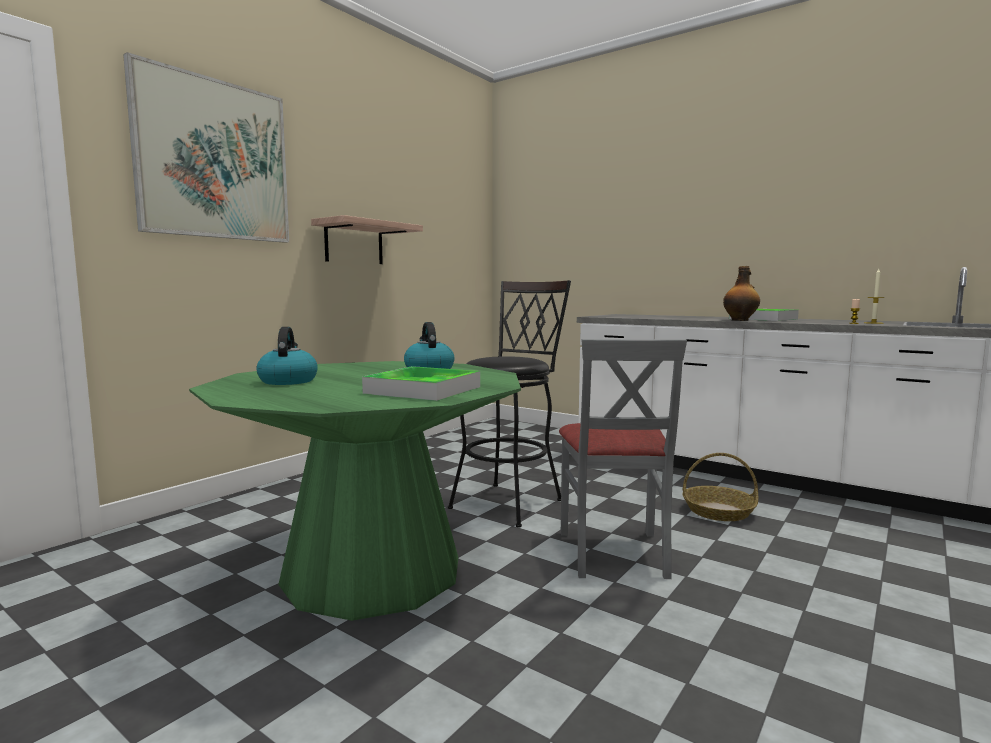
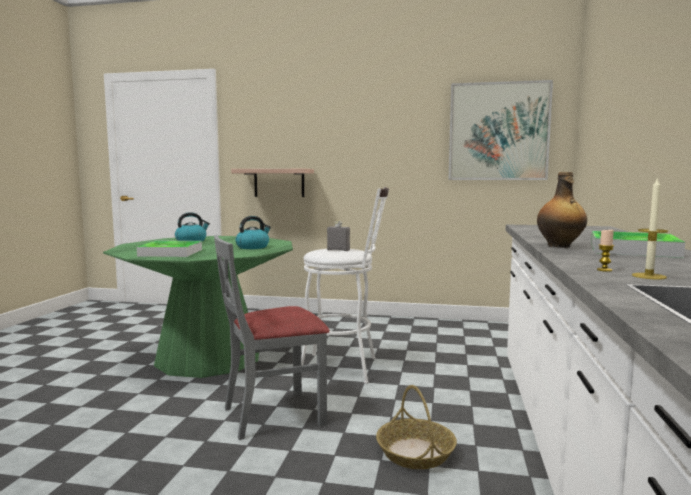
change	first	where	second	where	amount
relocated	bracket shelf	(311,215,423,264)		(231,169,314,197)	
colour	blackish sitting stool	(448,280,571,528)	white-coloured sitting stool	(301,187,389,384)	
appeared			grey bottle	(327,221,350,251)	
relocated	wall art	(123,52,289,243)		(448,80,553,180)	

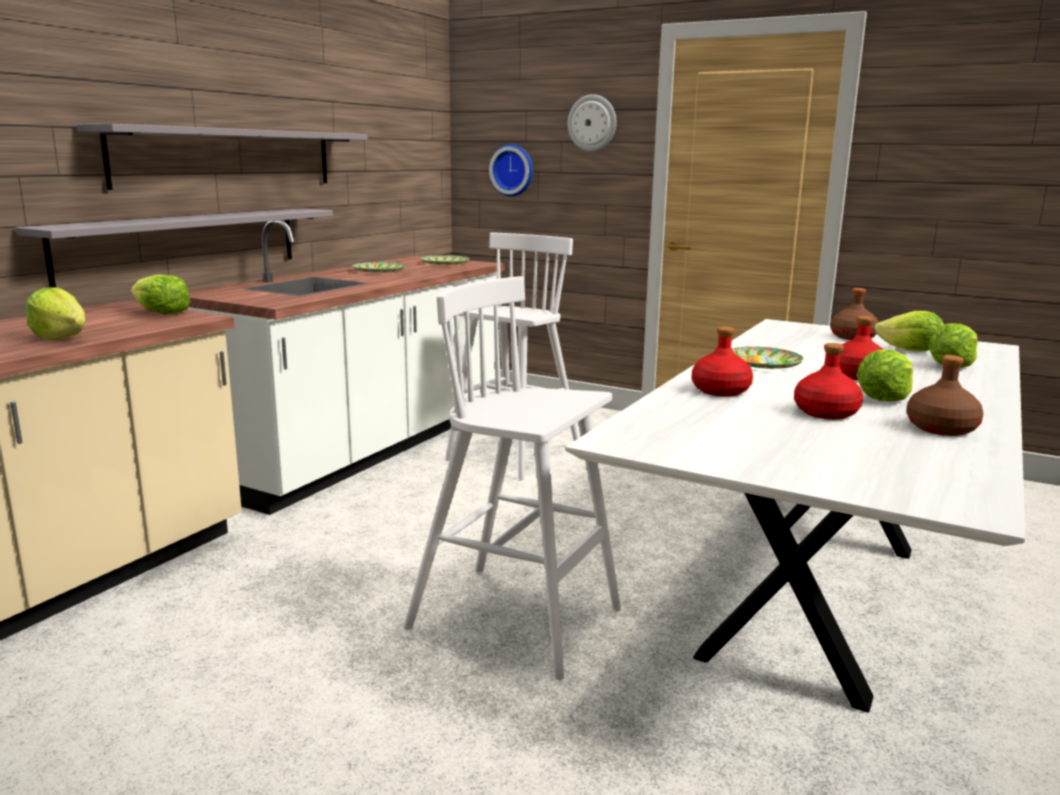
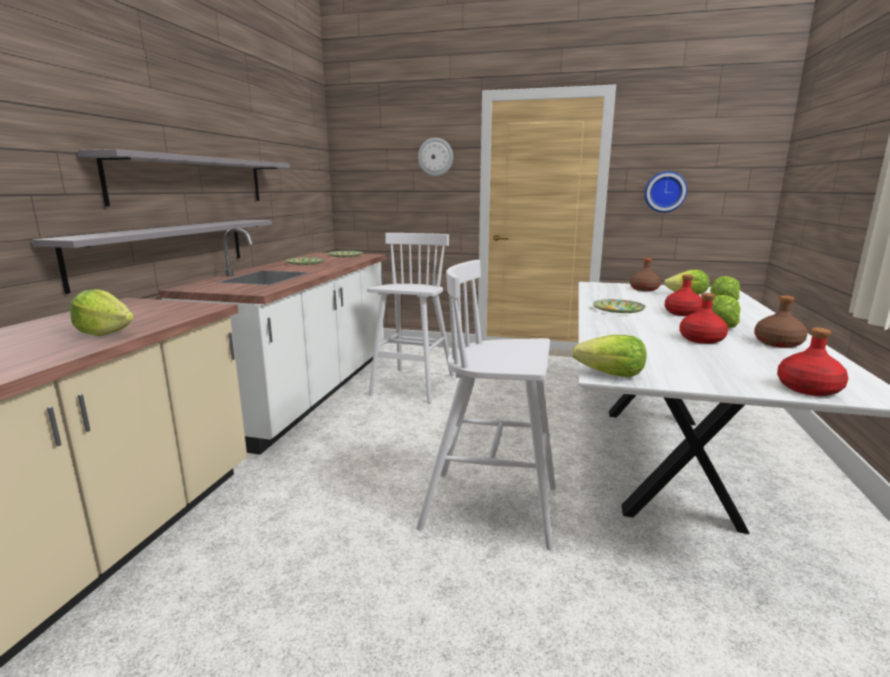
change	first	where	second	where	amount
relocated	head of lettuce	(131,274,191,315)		(572,335,646,377)	
relocated	clock on the wall	(489,144,533,197)		(644,171,687,213)	
relocated	reddish bottle	(692,326,753,397)		(777,328,849,396)	

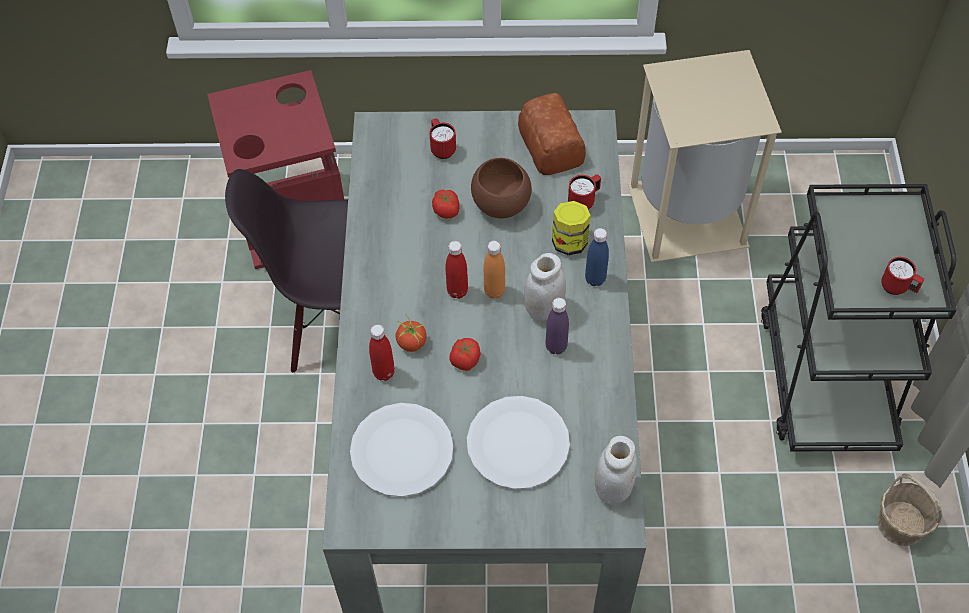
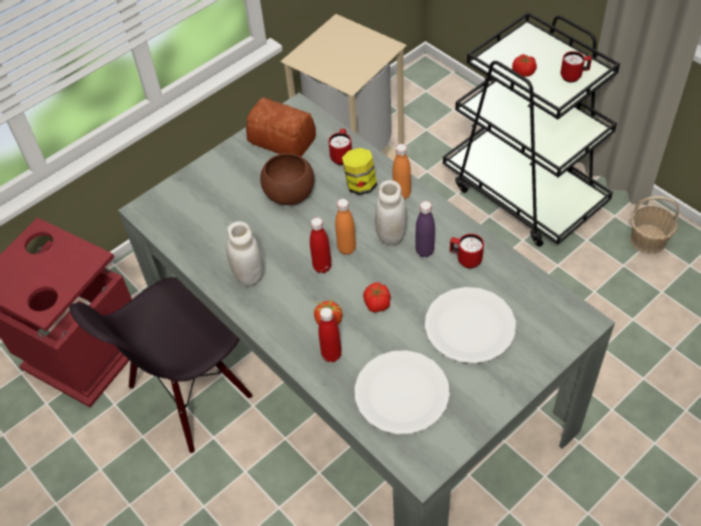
change	first	where	second	where	amount
relocated	white-coloured preserve jar	(594,436,637,505)		(226,221,264,286)	
colour	bluish bottle	(585,228,609,286)	orangey bottle	(393,144,411,200)	
relocated	reddish tea mug	(429,118,456,159)		(450,234,484,269)	
relocated	whole tomato	(432,190,460,218)		(512,54,537,77)	

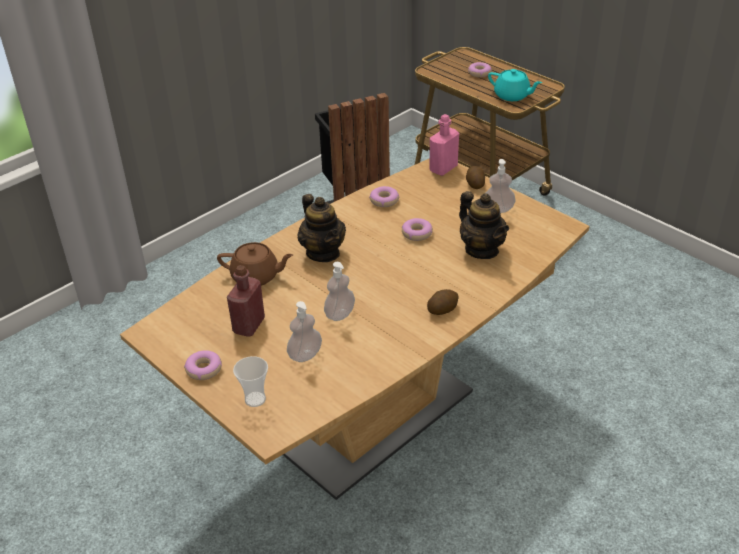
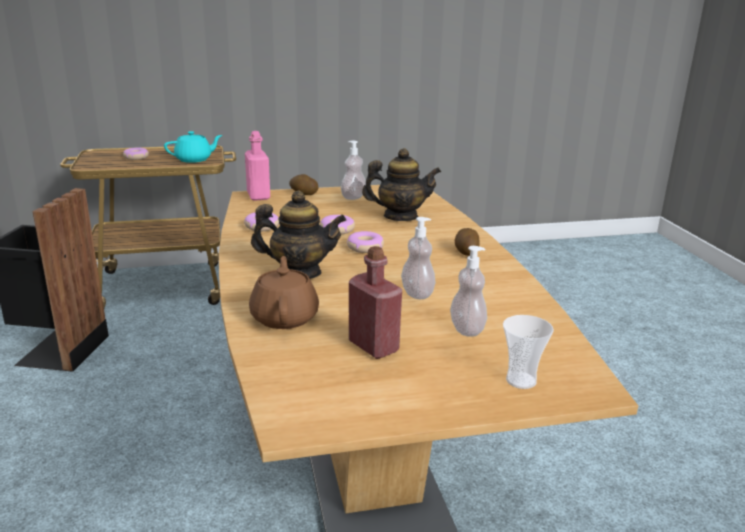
change	first	where	second	where	amount
spun	brown teapot	(217,242,293,286)		(249,256,319,329)	45 degrees counterclockwise
relocated	ring doughnut	(184,350,222,380)		(347,231,384,253)	

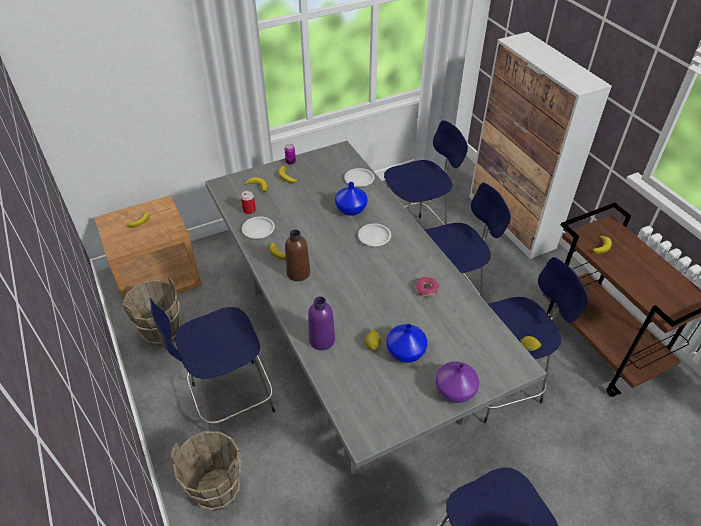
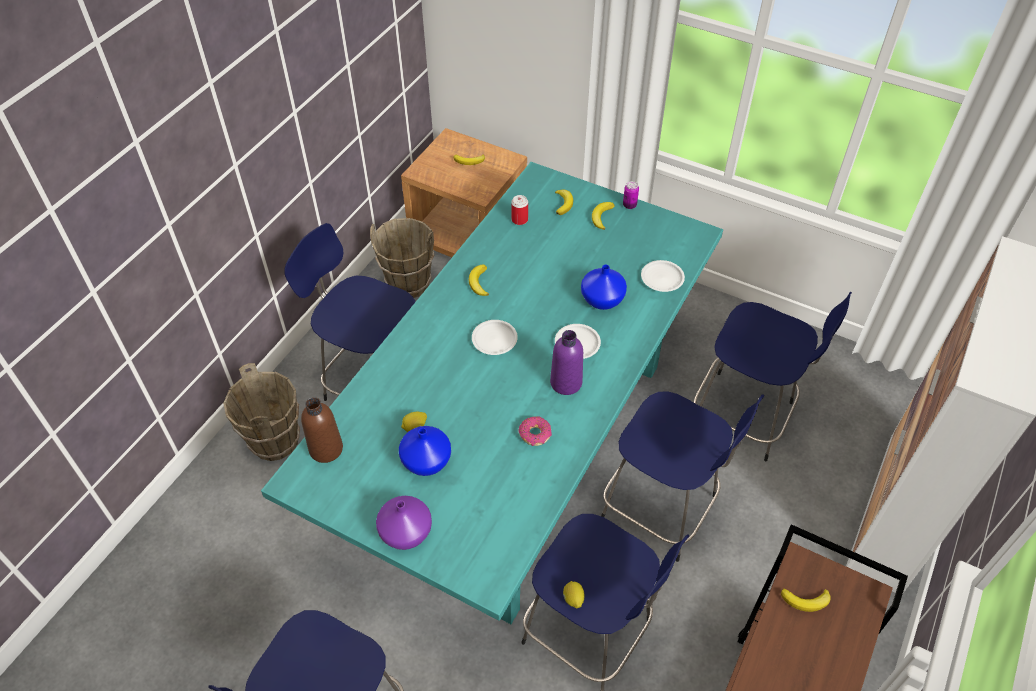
change	first	where	second	where	amount
colour	grey dining table	(205,141,547,478)	turquoise-coloured dining table	(261,162,723,624)	
relocated	brown bottle	(285,229,310,281)		(301,397,343,463)	
relocated	white-coloured plate	(242,216,275,239)		(472,320,518,355)	
relocated	purple bottle	(308,296,335,350)		(550,330,583,395)	

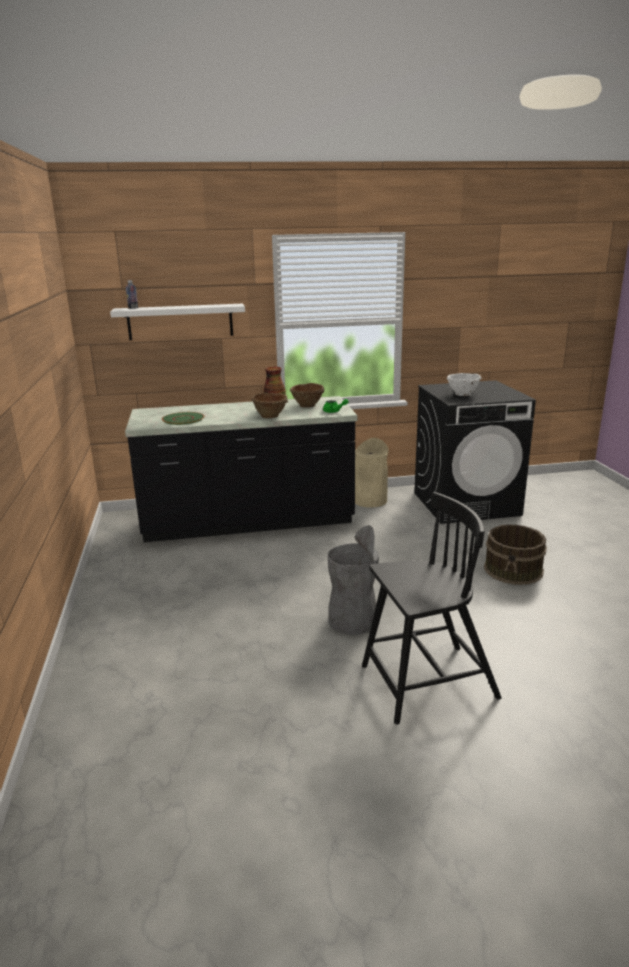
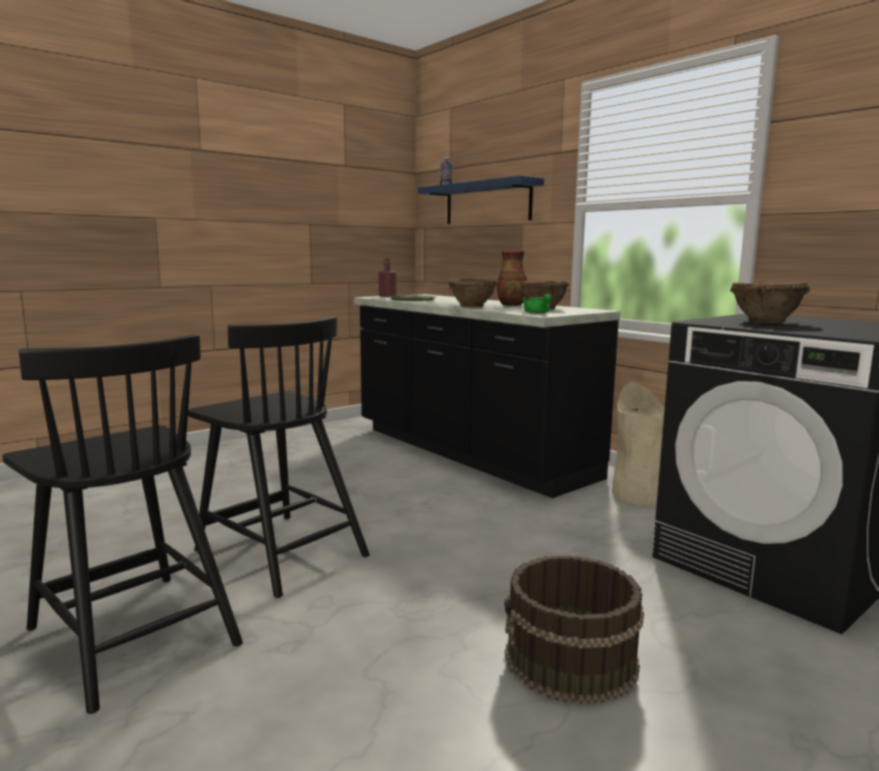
change	first	where	second	where	amount
exchanged	grey rubbish bin	(327,525,379,635)	blackish chair	(188,316,369,598)	
appeared			reddish bottle	(379,258,396,297)	
colour	white-coloured bracket shelf	(110,304,245,340)	bluish bracket shelf	(418,176,544,224)	
colour	white-coloured bowl	(447,373,482,396)	brown bowl	(730,282,810,323)	

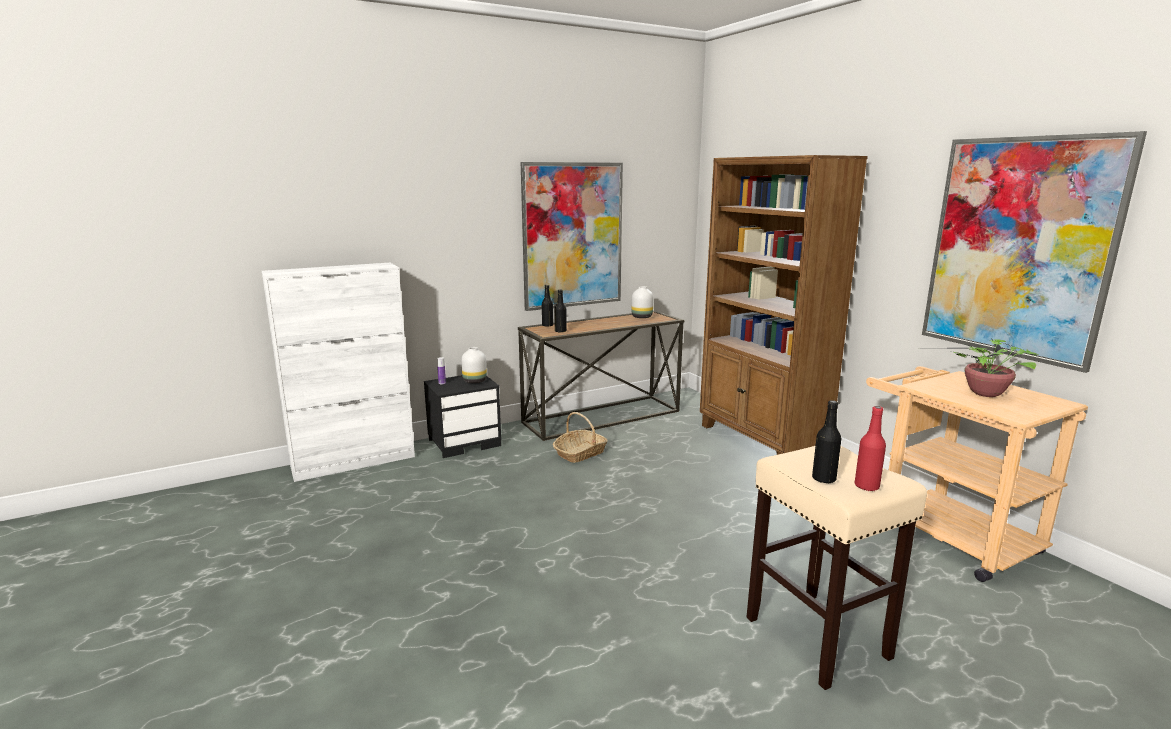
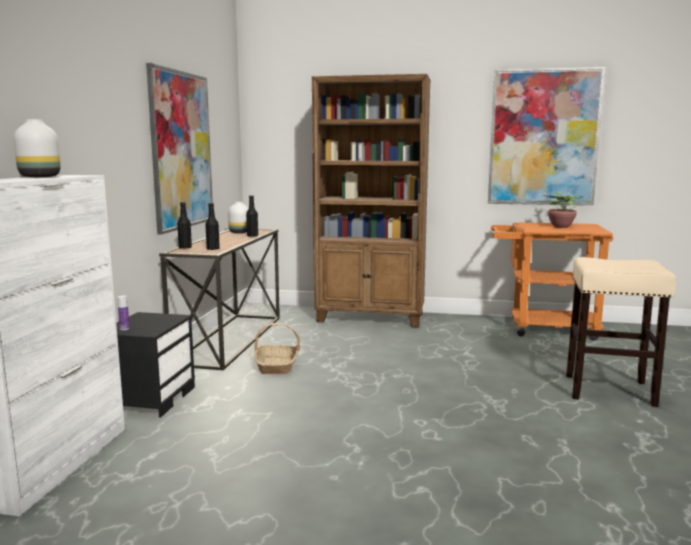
change	first	where	second	where	amount
relocated	white-coloured decorative vase	(461,347,487,383)		(14,119,61,177)	
relocated	blackish bottle	(812,400,841,484)		(246,195,258,237)	
colour	beige-coloured wheeled cart	(866,366,1088,582)	orangey wheeled cart	(491,222,613,341)	
missing	reddish bottle	(855,406,886,491)			

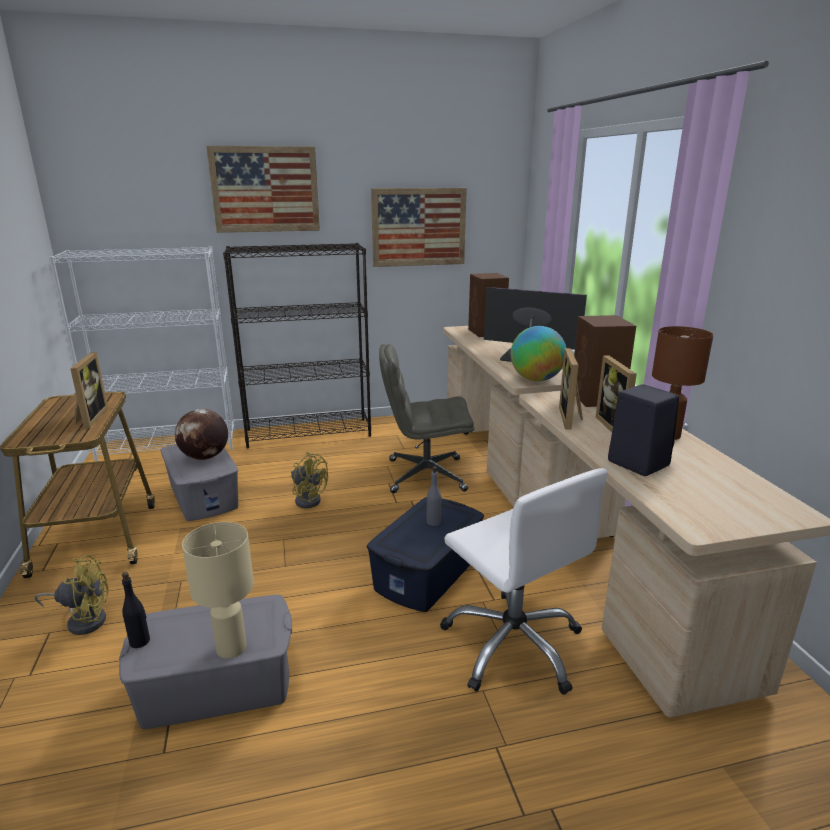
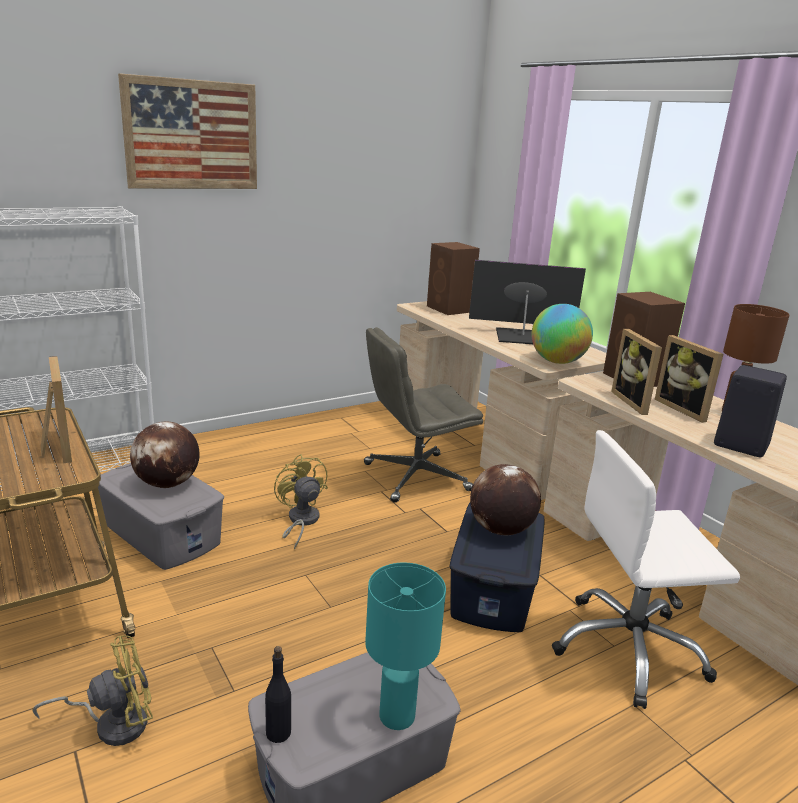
change	first	where	second	where	amount
spun	yellow cooling fan	(291,452,328,508)		(274,454,328,550)	135 degrees counterclockwise
colour	beige-coloured table lamp	(182,522,254,659)	turquoise-coloured table lamp	(365,563,446,730)	
exchanged	grey bottle	(427,466,441,526)	globe	(470,464,541,535)	
spun	white-coloured computer chair	(440,468,608,695)		(552,430,740,709)	135 degrees clockwise
missing	blackish shelving unit	(223,243,371,448)			
missing	wall art	(371,188,467,267)			

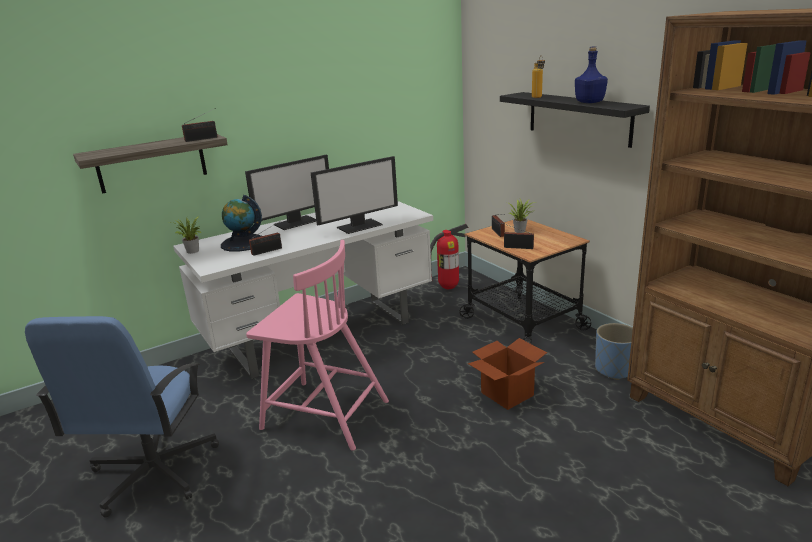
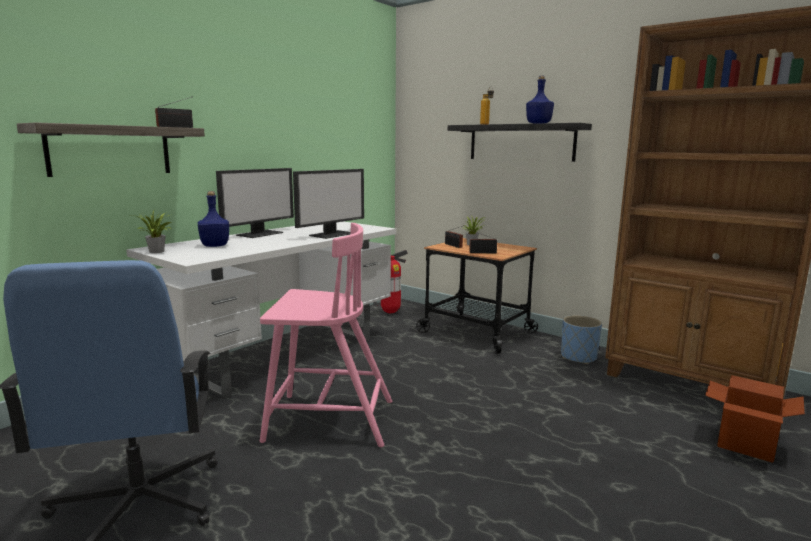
change	first	where	second	where	amount
exchanged	globe	(221,195,262,252)	bluish bottle	(198,191,229,247)	
relocated	cardboard box	(468,338,547,410)		(705,375,805,463)	
missing	radio set	(249,221,282,256)			

